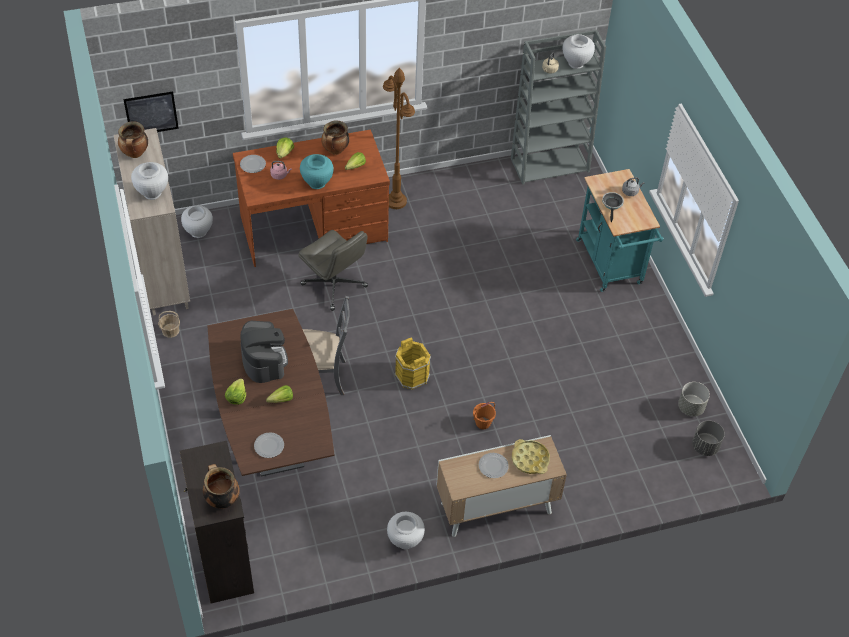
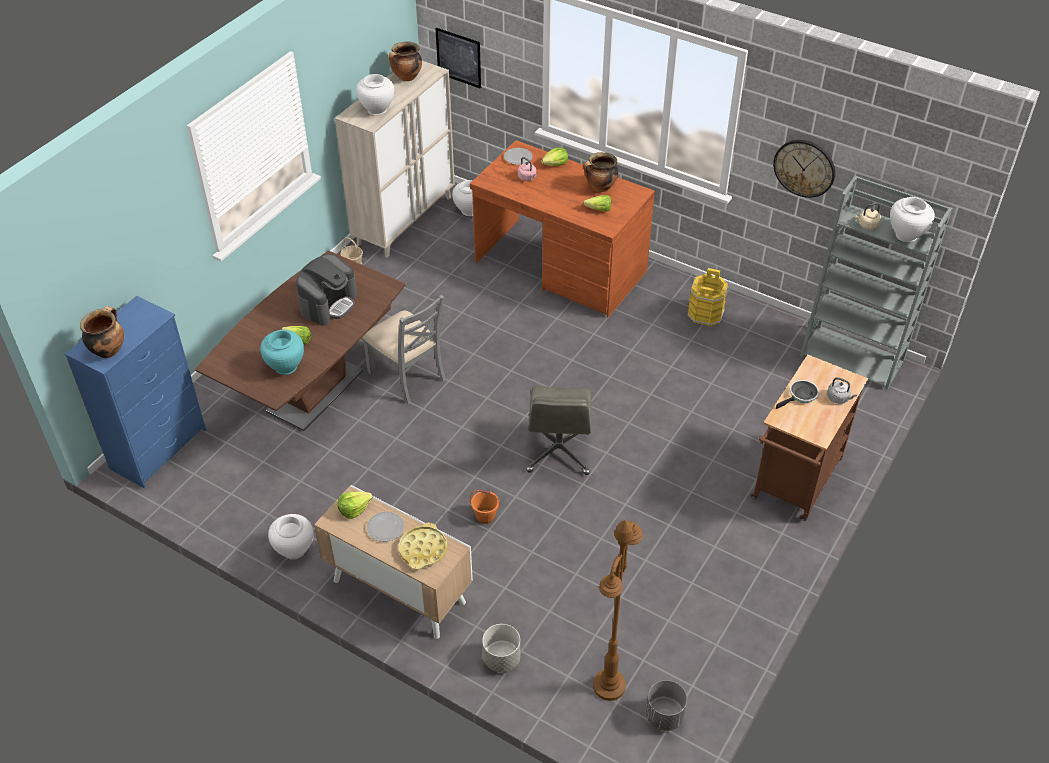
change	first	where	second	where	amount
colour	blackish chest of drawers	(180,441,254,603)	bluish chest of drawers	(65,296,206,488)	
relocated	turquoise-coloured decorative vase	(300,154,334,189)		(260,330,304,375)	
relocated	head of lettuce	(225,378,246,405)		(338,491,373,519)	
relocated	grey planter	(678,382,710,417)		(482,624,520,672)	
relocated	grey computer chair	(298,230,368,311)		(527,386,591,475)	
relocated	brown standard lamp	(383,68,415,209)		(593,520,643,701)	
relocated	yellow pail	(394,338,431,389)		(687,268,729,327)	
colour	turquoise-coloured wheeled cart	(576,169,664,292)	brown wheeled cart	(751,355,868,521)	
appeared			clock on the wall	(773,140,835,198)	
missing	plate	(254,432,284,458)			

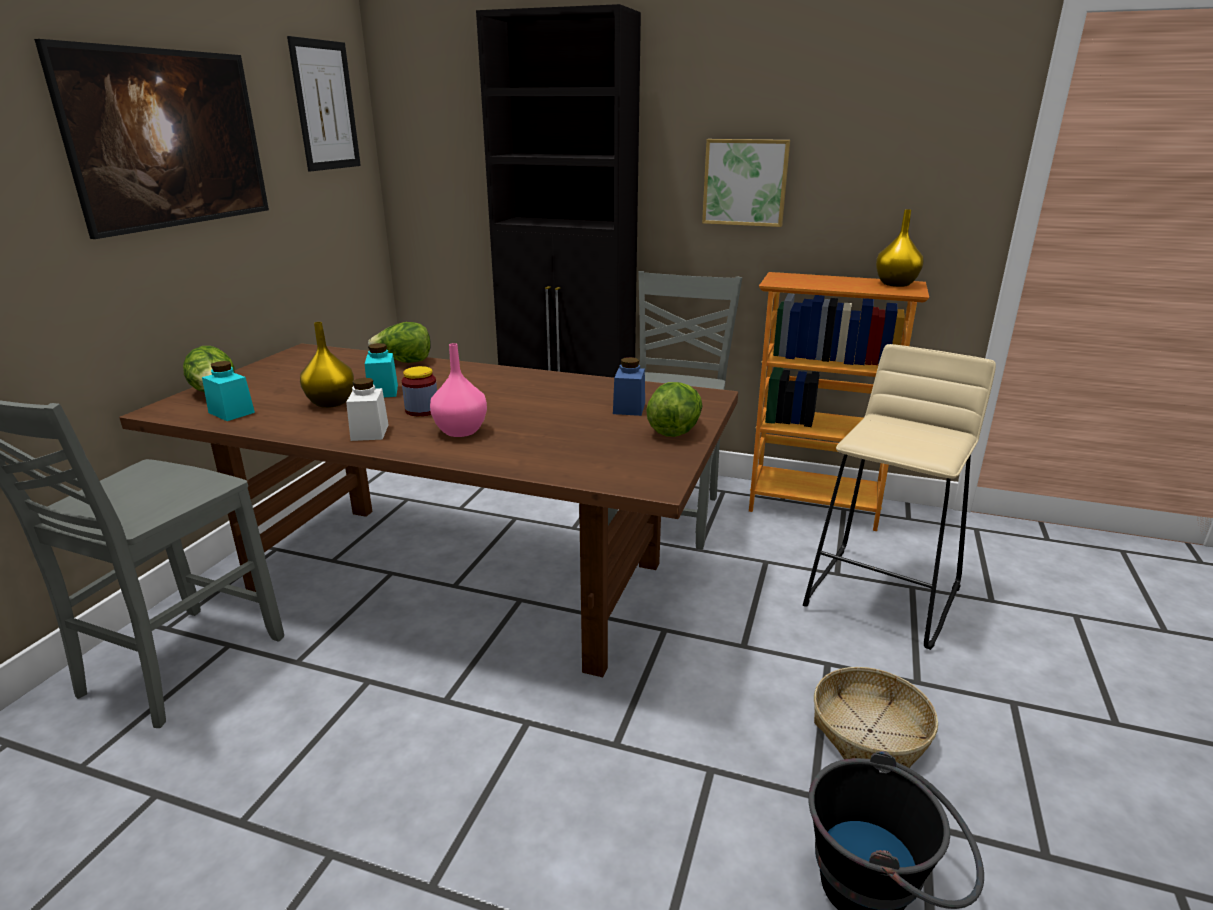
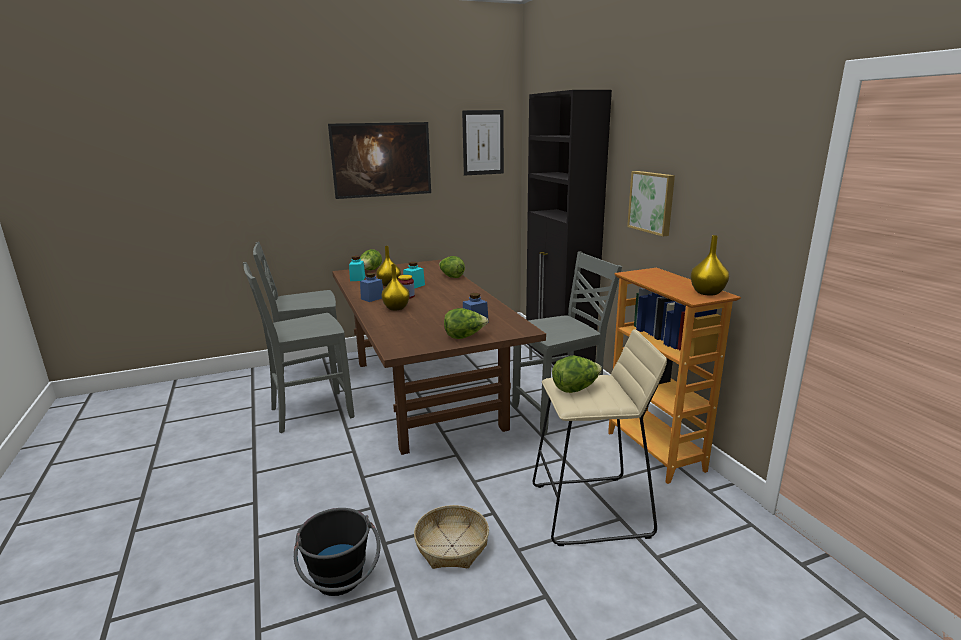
change	first	where	second	where	amount
appeared			grey chair	(243,262,354,433)	
colour	white-coloured preserve jar	(346,378,389,441)	bluish preserve jar	(360,273,383,302)	
colour	pink decorative vase	(430,343,487,437)	yellow decorative vase	(381,264,409,311)	
appeared			head of lettuce	(552,355,602,393)	

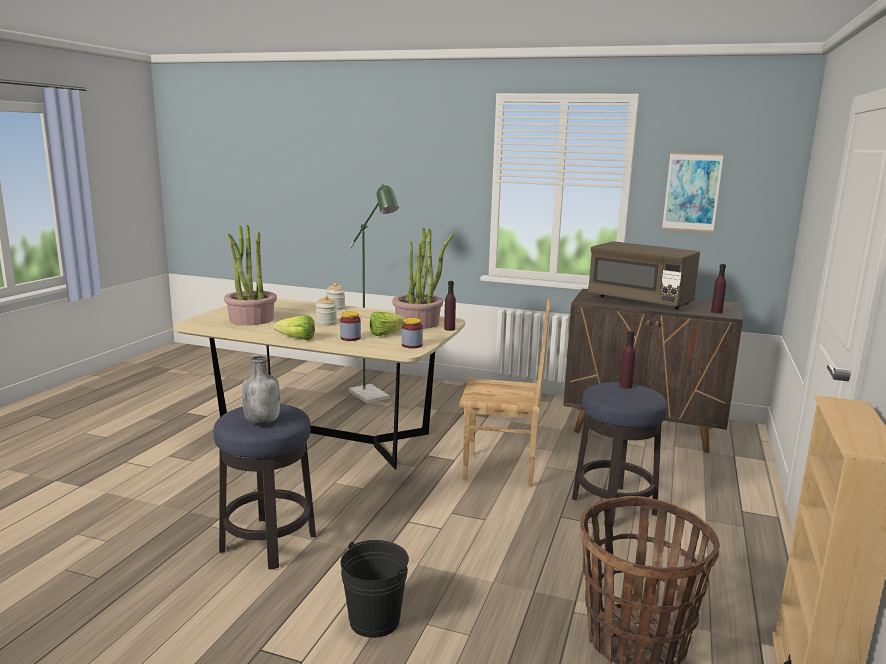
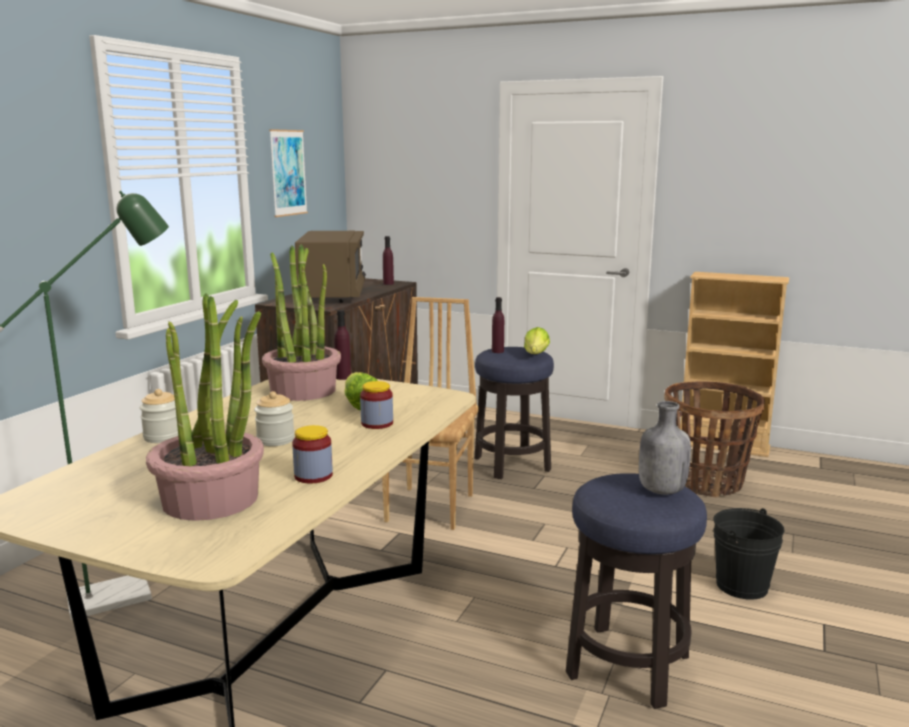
change	first	where	second	where	amount
relocated	preserve jar	(402,318,423,349)		(292,425,333,484)	
spun	brown microwave oven	(587,241,700,310)		(295,231,366,303)	45 degrees counterclockwise
relocated	head of lettuce	(274,315,315,340)		(524,327,550,354)	

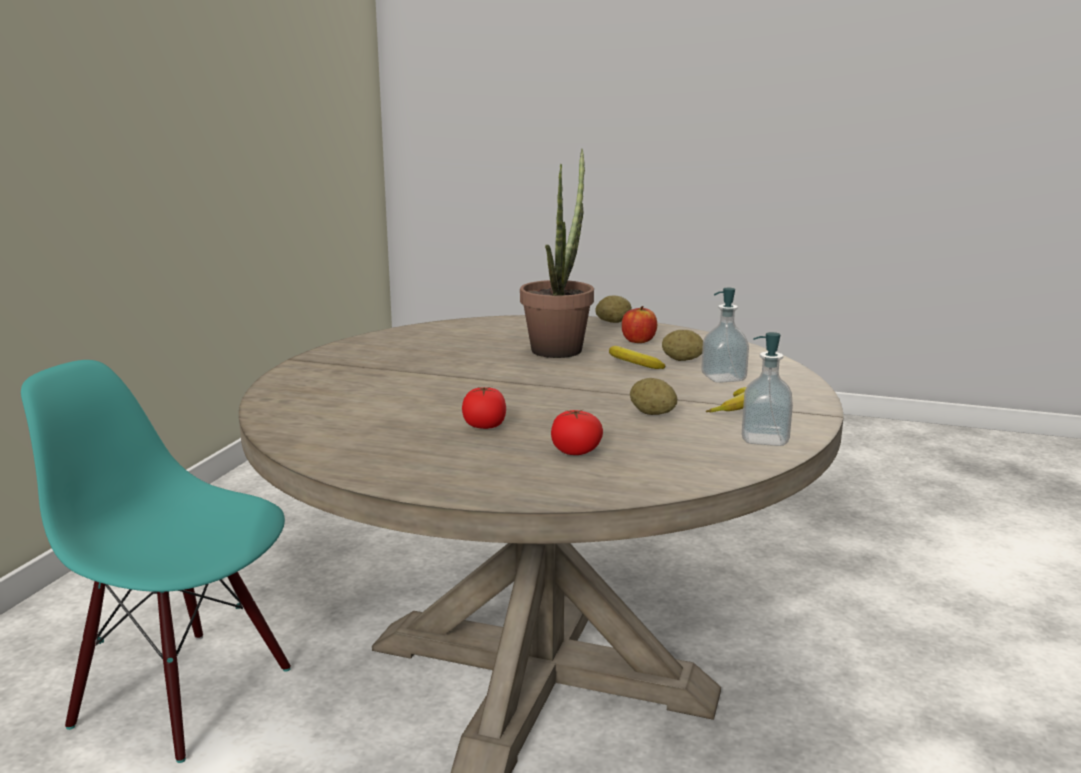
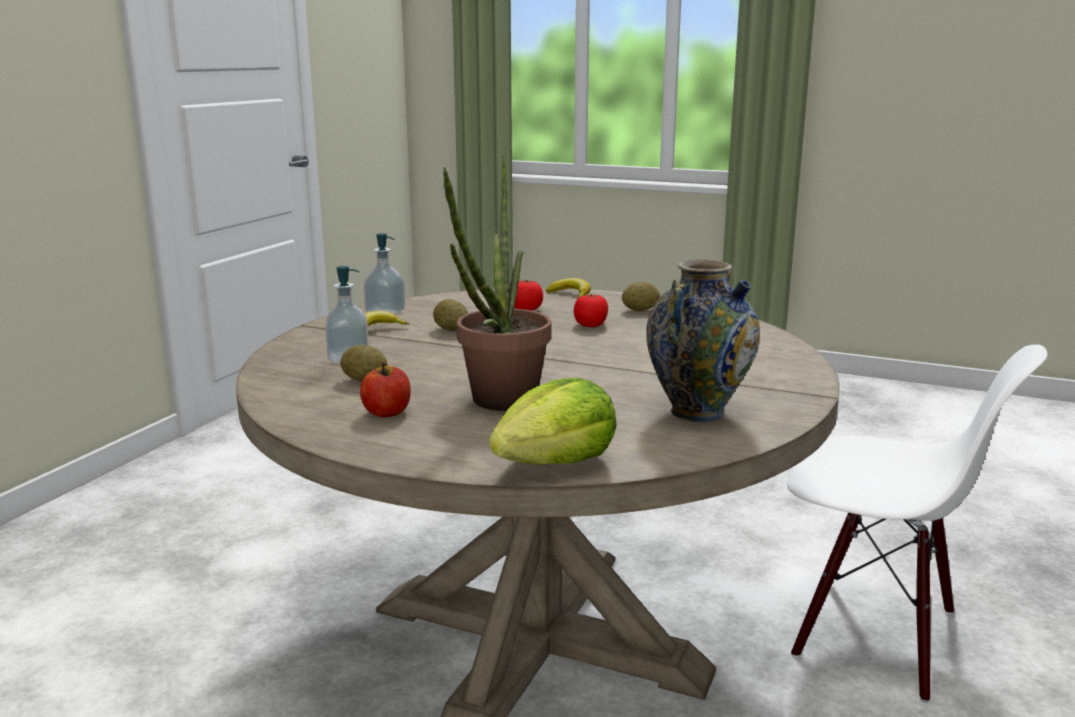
change	first	where	second	where	amount
appeared			head of lettuce	(489,378,617,465)	
relocated	banana	(609,346,666,369)		(546,278,591,298)	
relocated	whole potato	(596,295,632,323)		(622,282,660,311)	
appeared			decorative vase	(646,260,760,422)	
colour	turquoise-coloured chair	(21,360,291,763)	white-coloured chair	(787,345,1048,703)	

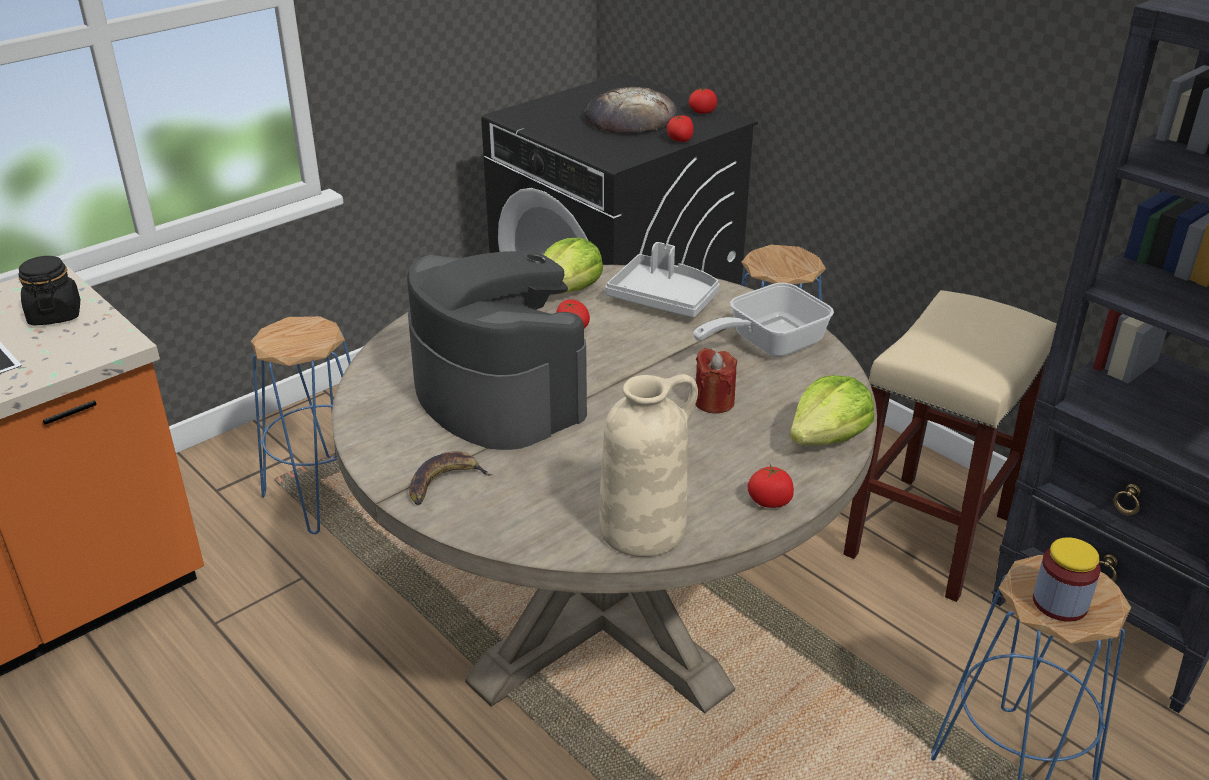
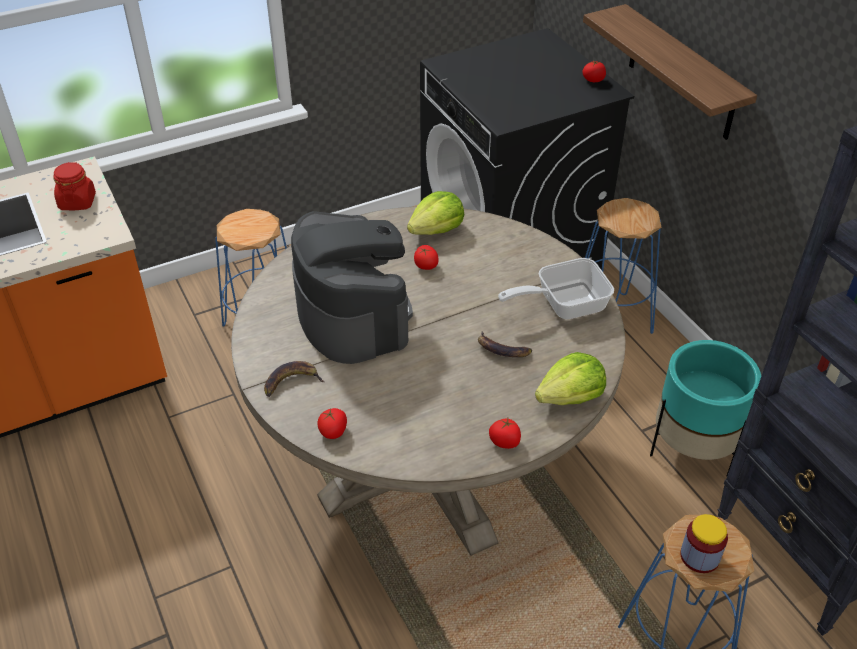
change	first	where	second	where	amount
colour	blackish preserve jar	(18,256,80,326)	reddish preserve jar	(53,162,96,210)	
relocated	whole tomato	(667,115,694,142)		(318,408,347,439)	
exchanged	reddish wax light	(695,348,737,414)	banana	(478,331,532,357)	
appeared			bracket shelf	(583,4,757,140)	
exchanged	beige-coloured sitting stool	(843,290,1057,602)	turquoise-coloured planter	(650,340,761,475)	
missing	bakery bread	(584,87,677,133)			
missing	beige-coloured decorative vase	(599,374,698,557)			
missing	grey serving tray	(605,242,720,318)			

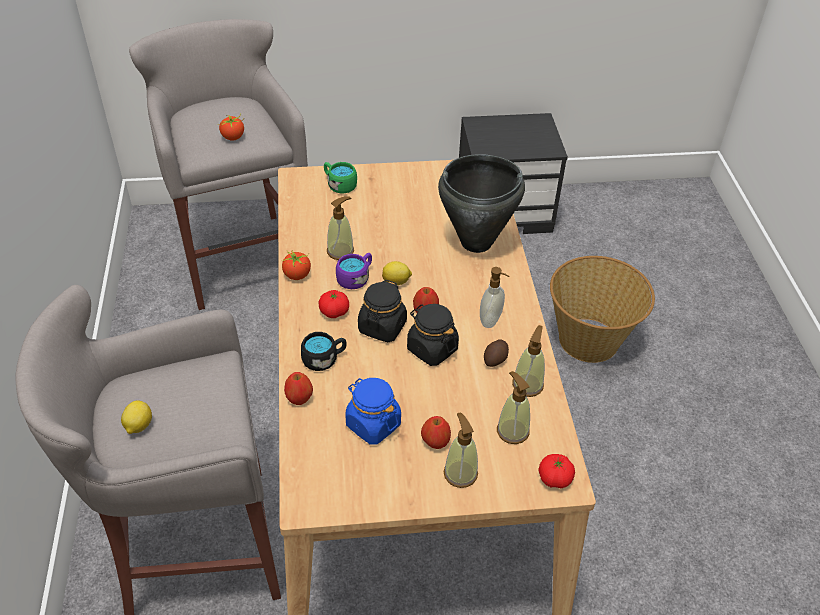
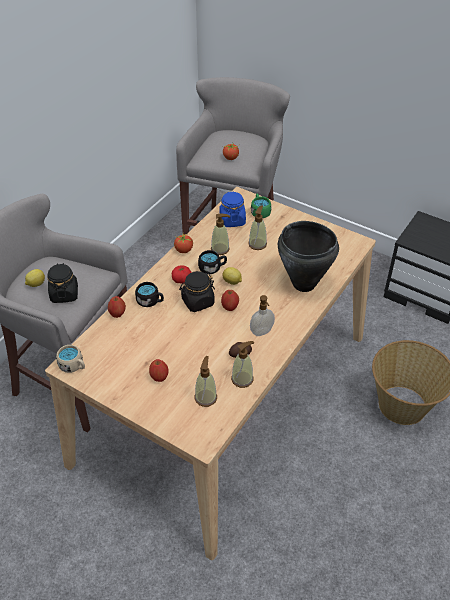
change	first	where	second	where	amount
relocated	blackish preserve jar	(407,304,459,366)		(47,263,78,303)	
appeared			beige-coloured tea mug	(56,345,85,373)	
colour	purple tea mug	(336,253,372,289)	blackish tea mug	(198,250,227,274)	
relocated	bluish preserve jar	(345,378,401,445)		(219,191,246,227)	
relocated	soap bottle	(444,412,478,488)		(248,205,267,250)	
missing	whole tomato	(538,454,575,488)			

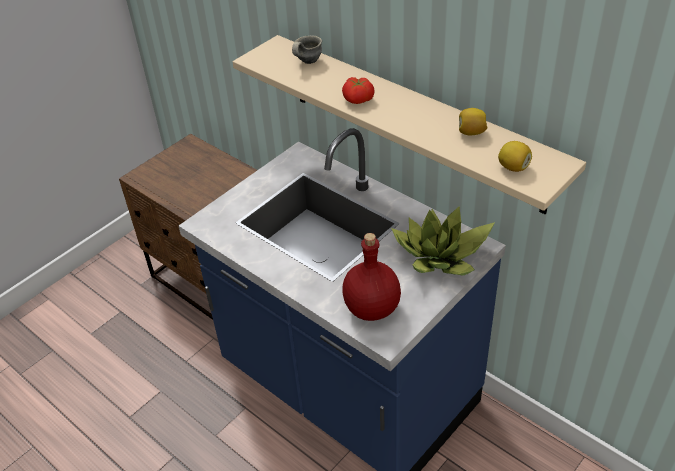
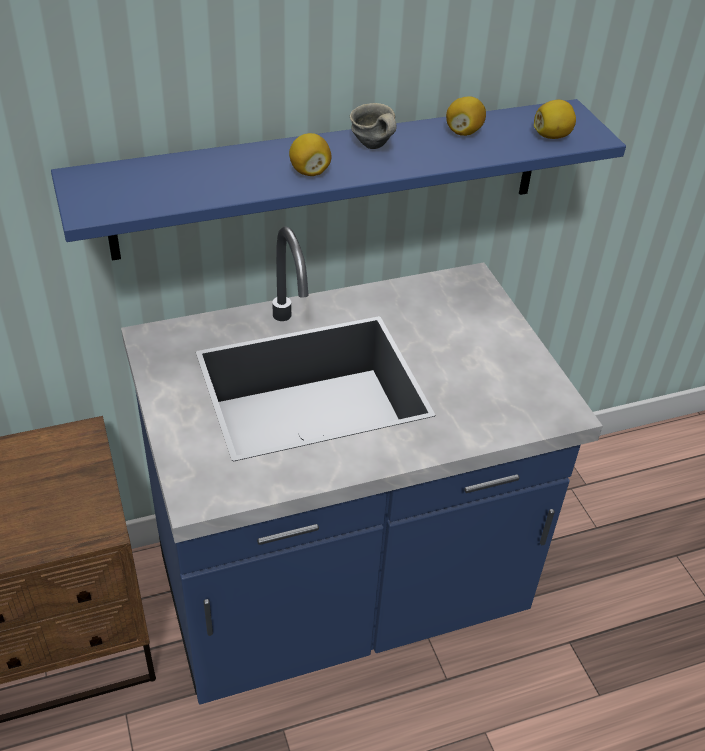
change	first	where	second	where	amount
colour	beige-coloured bracket shelf	(233,35,586,214)	bluish bracket shelf	(51,99,626,261)	
exchanged	whole tomato	(342,77,375,104)	whole lemon	(289,133,332,176)	
relocated	grey tea mug	(292,35,322,64)		(350,103,397,149)	
missing	reddish bottle	(342,233,401,321)			
missing	houseplant	(391,207,495,275)			

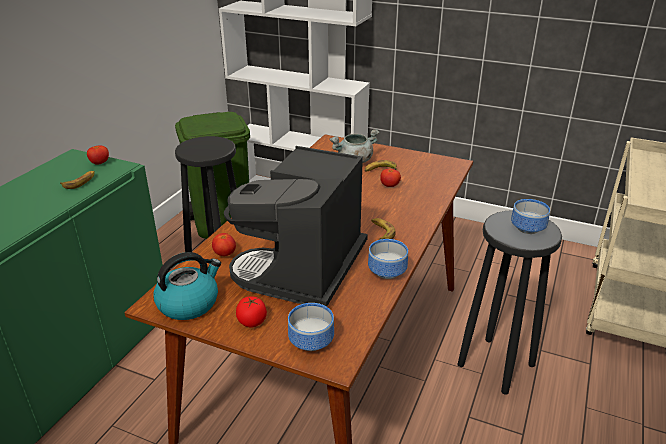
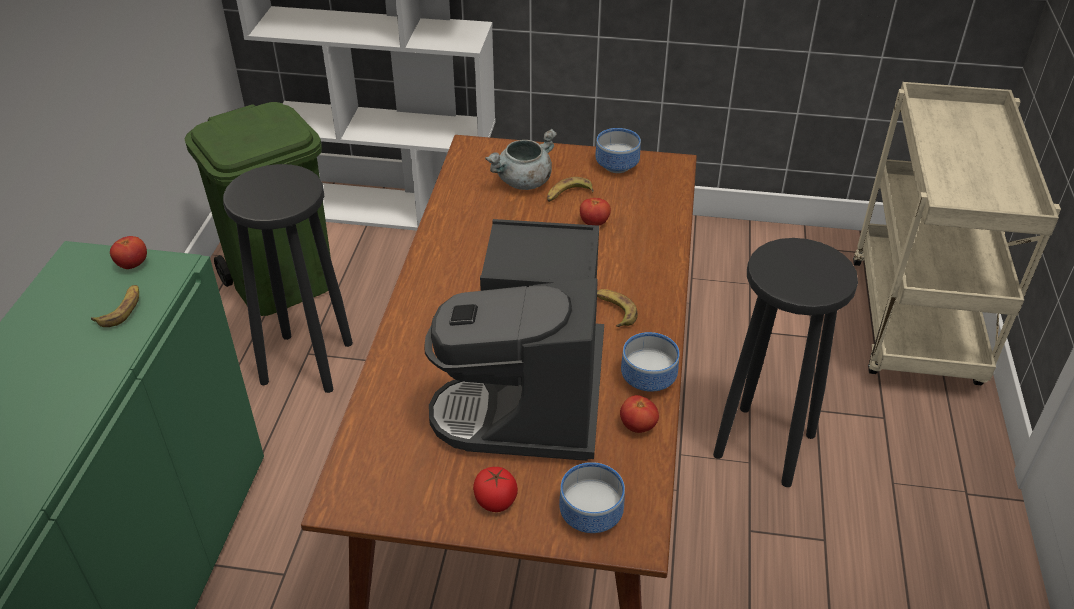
change	first	where	second	where	amount
relocated	bowl	(511,199,550,234)		(595,128,641,173)	
relocated	whole tomato	(212,233,236,256)		(620,395,659,433)	
missing	water kettle	(154,252,221,320)			

